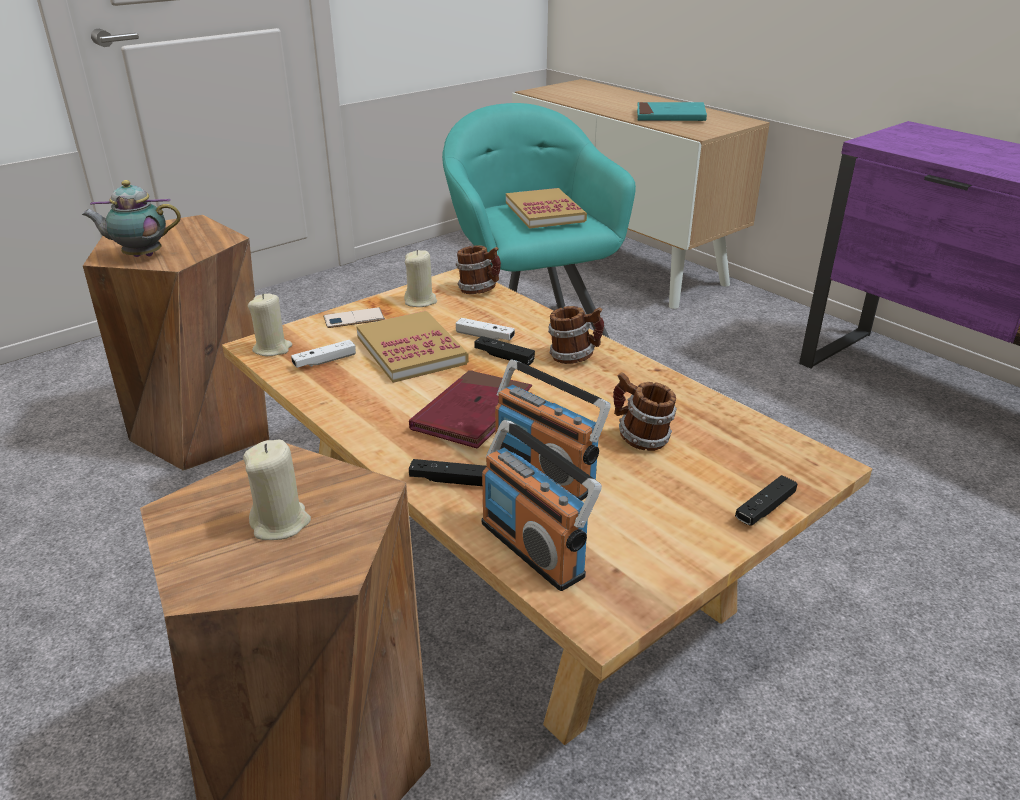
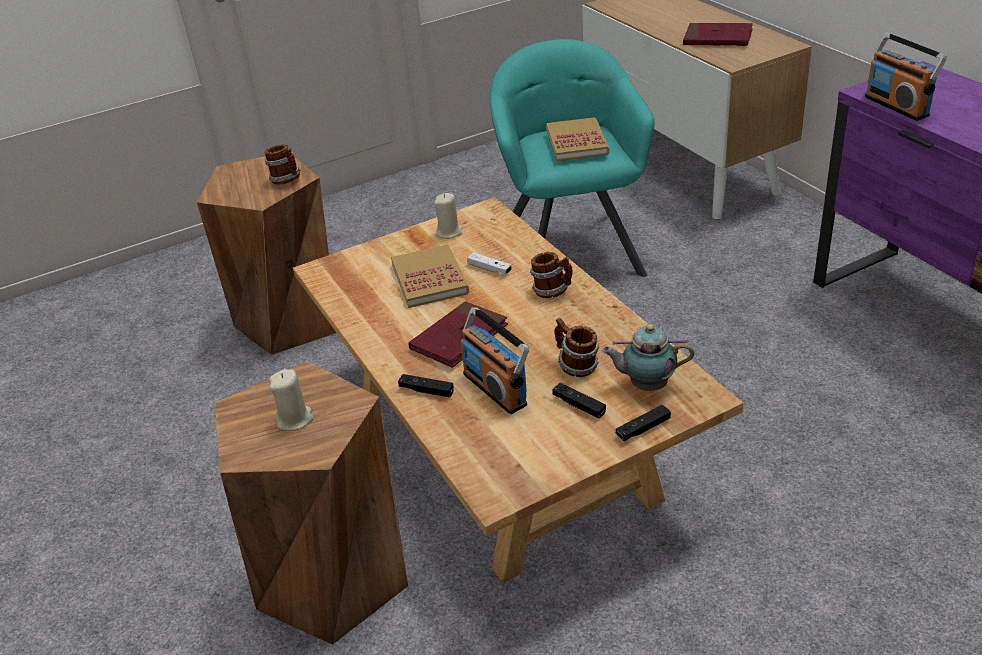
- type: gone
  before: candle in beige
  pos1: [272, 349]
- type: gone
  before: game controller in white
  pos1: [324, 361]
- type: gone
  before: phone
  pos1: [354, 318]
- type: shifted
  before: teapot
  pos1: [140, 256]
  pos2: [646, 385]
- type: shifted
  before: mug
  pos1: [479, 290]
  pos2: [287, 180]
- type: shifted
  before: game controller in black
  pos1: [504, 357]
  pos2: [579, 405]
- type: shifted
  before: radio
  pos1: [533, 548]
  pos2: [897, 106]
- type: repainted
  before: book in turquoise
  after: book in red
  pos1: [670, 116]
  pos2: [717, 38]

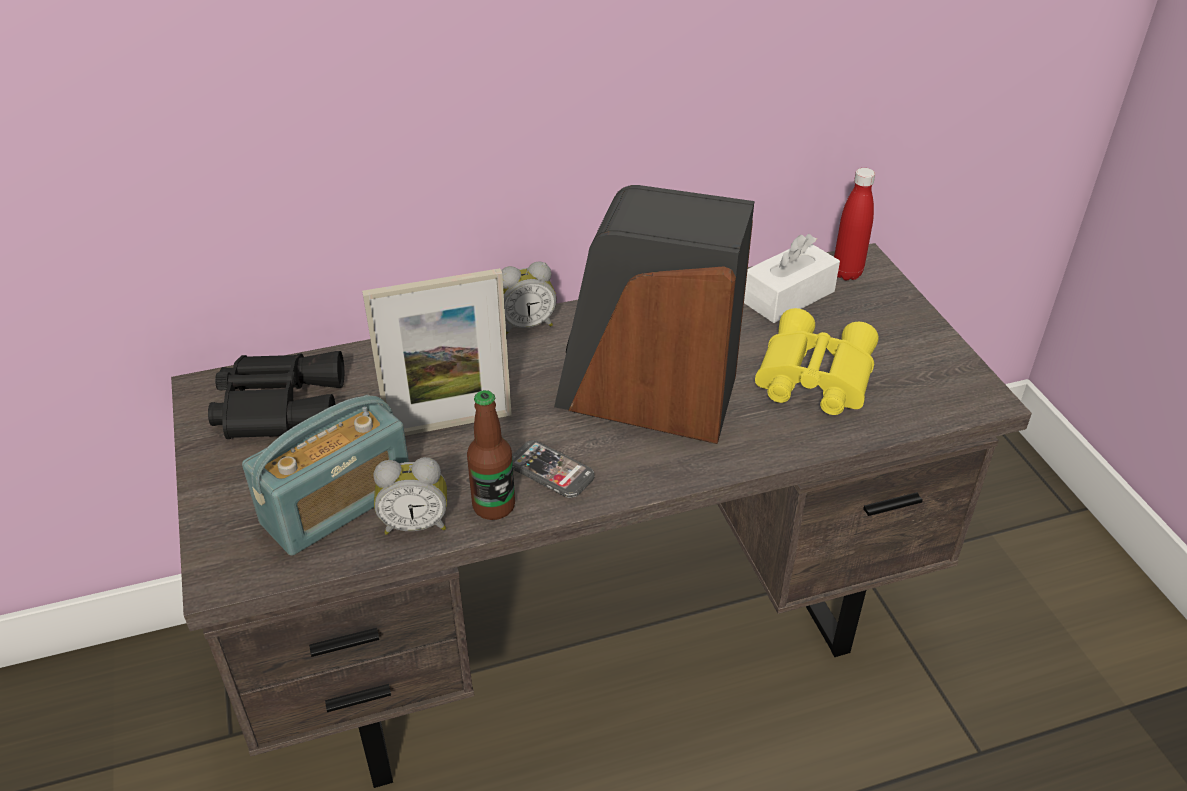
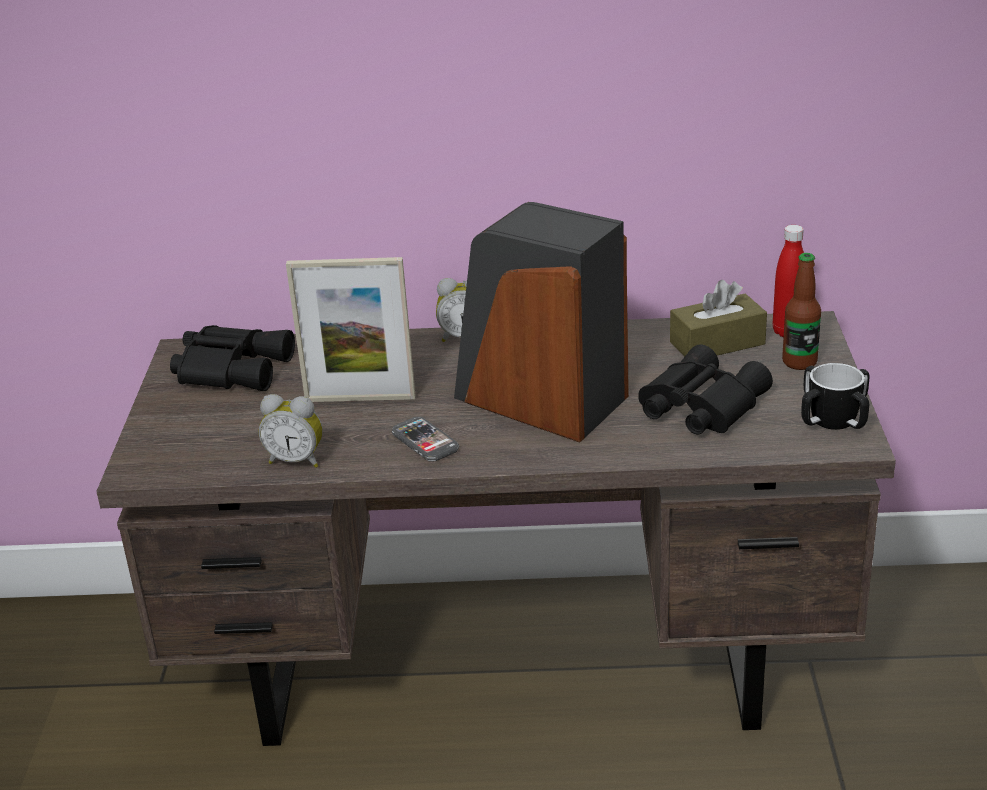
- type: gone
  before: radio
  pos1: [337, 504]
- type: new
  after: mug
  pos2: [833, 420]
- type: shifted
  before: bottle
  pos1: [493, 506]
  pos2: [799, 362]
- type: repainted
  before: tissue box in white
  after: tissue box in brown
  pos1: [788, 296]
  pos2: [717, 343]
- type: repainted
  before: binoculars in yellow
  after: binoculars in black
  pos1: [811, 377]
  pos2: [698, 406]

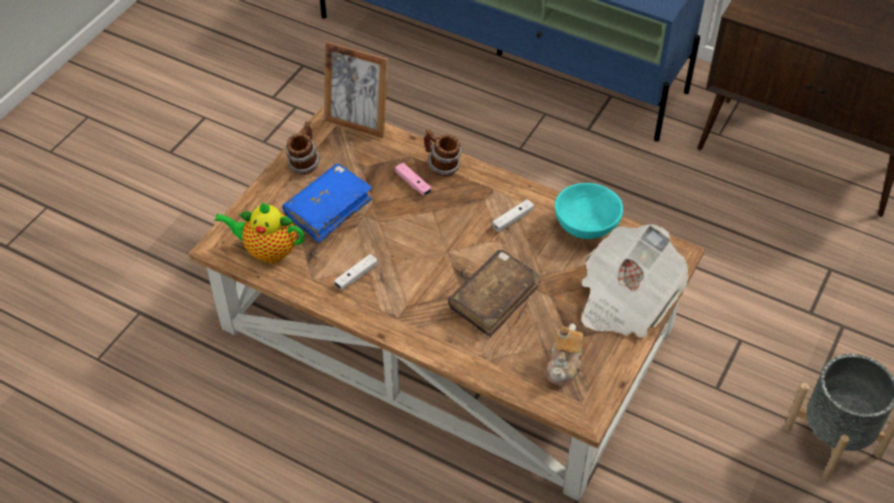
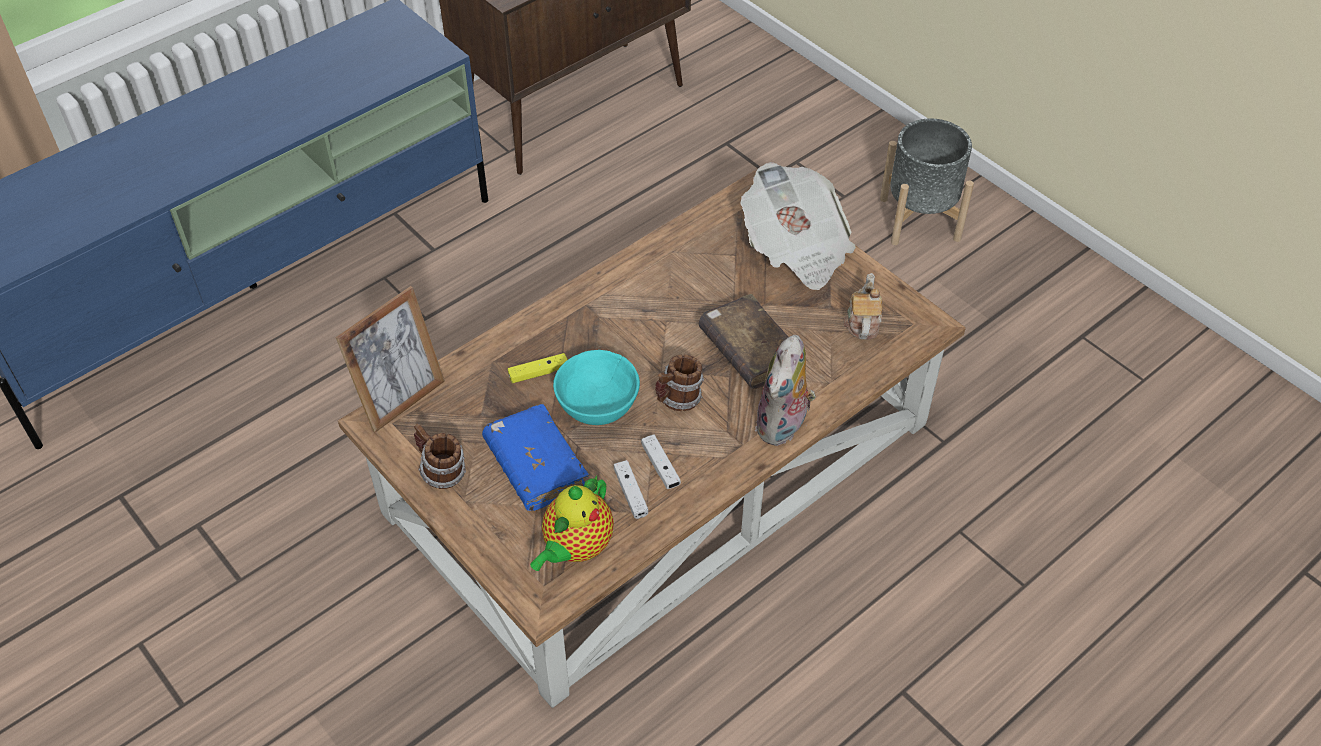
- type: new
  after: plush toy
  pos2: [783, 427]
- type: shifted
  before: mug
  pos1: [442, 166]
  pos2: [678, 400]
- type: shifted
  before: game controller in white
  pos1: [513, 219]
  pos2: [631, 493]
- type: shifted
  before: bowl in turquoise
  pos1: [585, 226]
  pos2: [596, 407]
- type: repainted
  before: game controller in pink
  after: game controller in yellow
  pos1: [413, 183]
  pos2: [538, 373]
- type: rotated
  before: teapot
  pos1: [564, 365]
  pos2: [862, 322]
  turn: -120

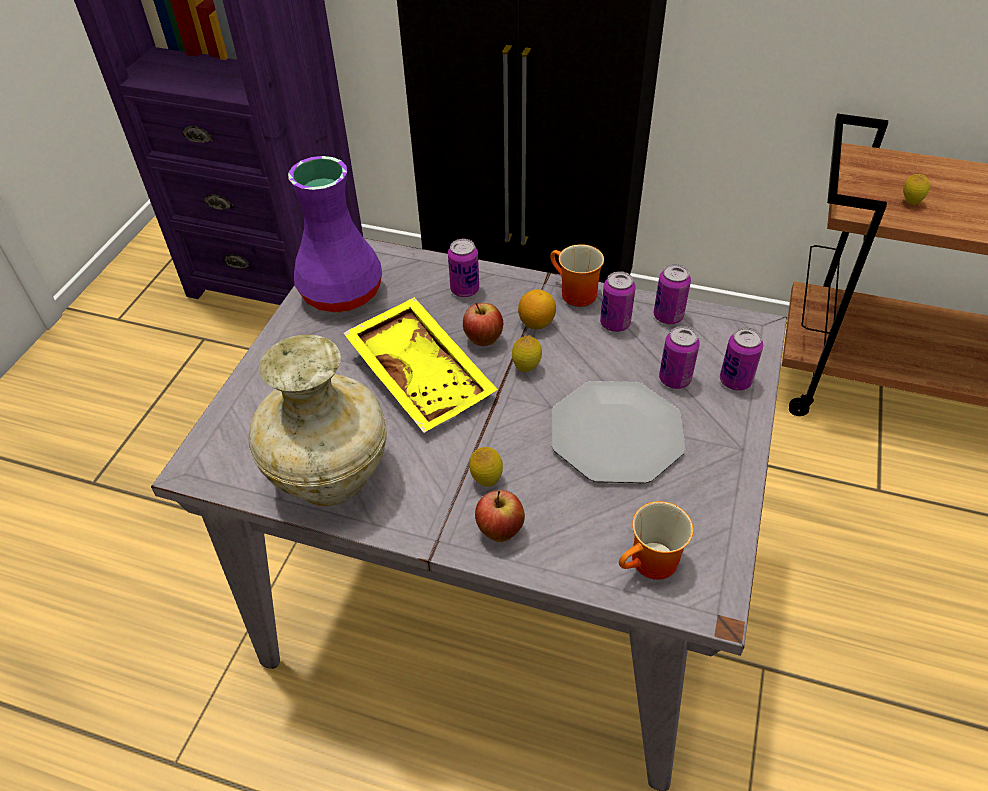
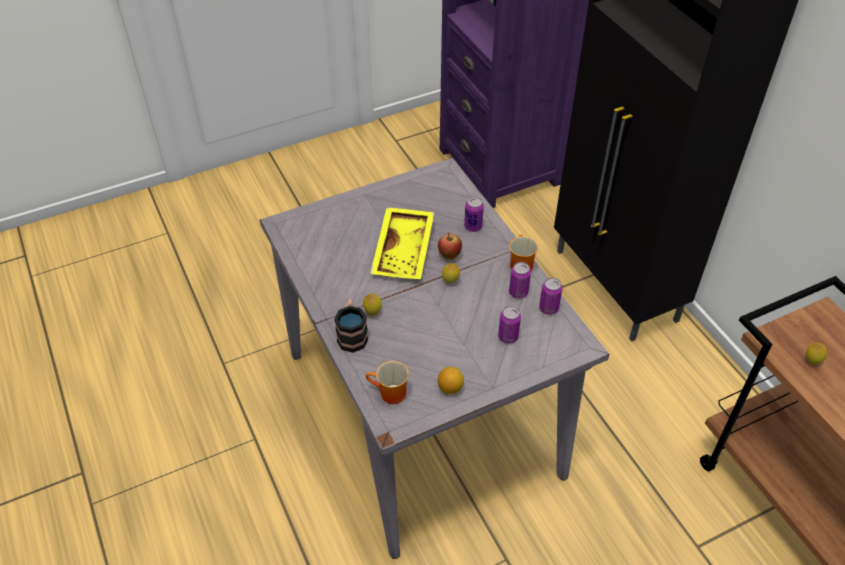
- type: gone
  before: vase in beige
  pos1: [331, 475]
- type: gone
  before: vase in purple
  pos1: [341, 294]
- type: gone
  before: plate
  pos1: [616, 433]
- type: gone
  before: can
  pos1: [735, 381]
- type: shifted
  before: lemon
  pos1: [536, 323]
  pos2: [450, 388]
- type: swapped
  before: apple
  after: mug
  pos1: [499, 531]
  pos2: [352, 334]

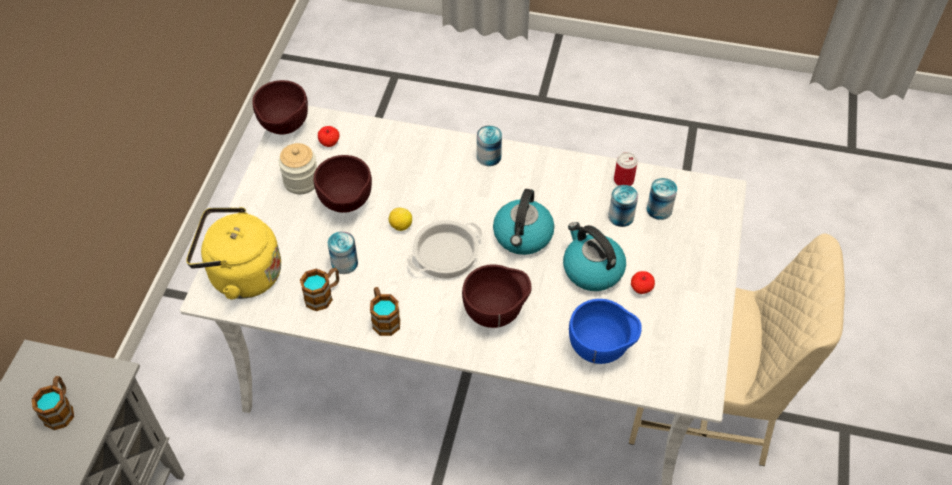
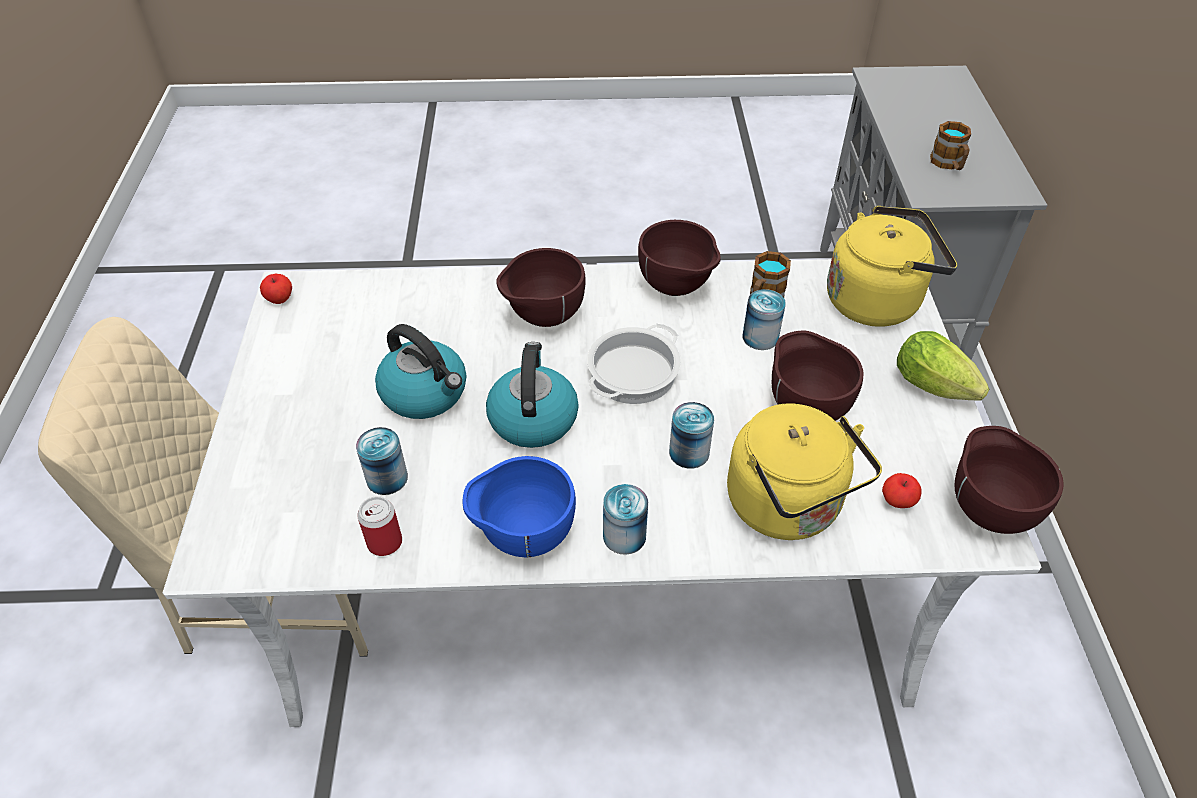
- type: gone
  before: jar
  pos1: [301, 181]
- type: gone
  before: lemon
  pos1: [400, 226]
- type: new
  after: kettle in yellow
  pos2: [788, 507]
- type: new
  after: lettuce
  pos2: [937, 388]
- type: shifted
  before: bowl in blue
  pos1: [601, 350]
  pos2: [523, 537]
- type: shifted
  before: apple
  pos1: [641, 289]
  pos2: [280, 299]
- type: shifted
  before: can
  pos1: [659, 209]
  pos2: [689, 452]
- type: swapped
  before: mug
  after: bowl in brown
  pos1: [384, 318]
  pos2: [677, 290]

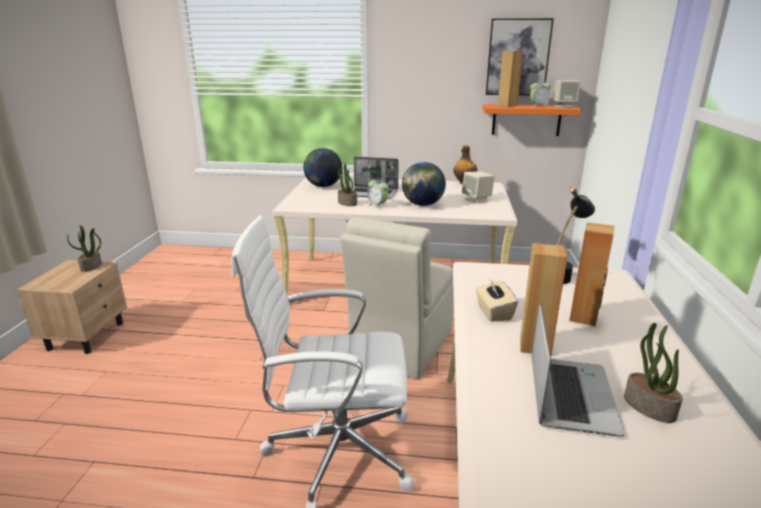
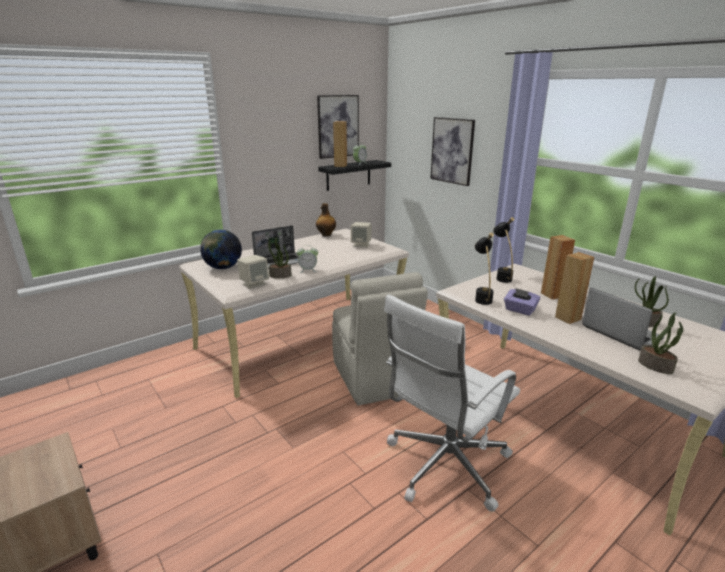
- type: gone
  before: globe
  pos1: [422, 205]
- type: new
  after: picture
  pos2: [452, 151]
- type: new
  after: table lamp in black
  pos2: [482, 297]
- type: shifted
  before: potted plant
  pos1: [91, 267]
  pos2: [656, 366]
- type: shifted
  before: speaker in beige
  pos1: [564, 106]
  pos2: [254, 284]
- type: repainted
  before: tissue box in beige
  after: tissue box in purple
  pos1: [493, 312]
  pos2: [519, 310]
- type: repainted
  before: shelf in orange
  after: shelf in black
  pos1: [526, 120]
  pos2: [348, 175]

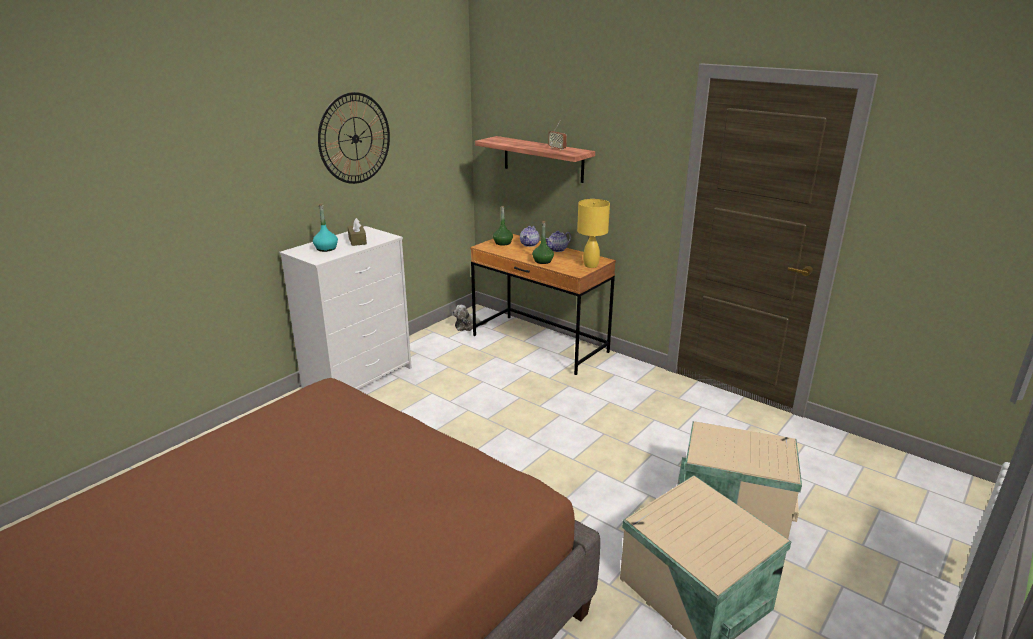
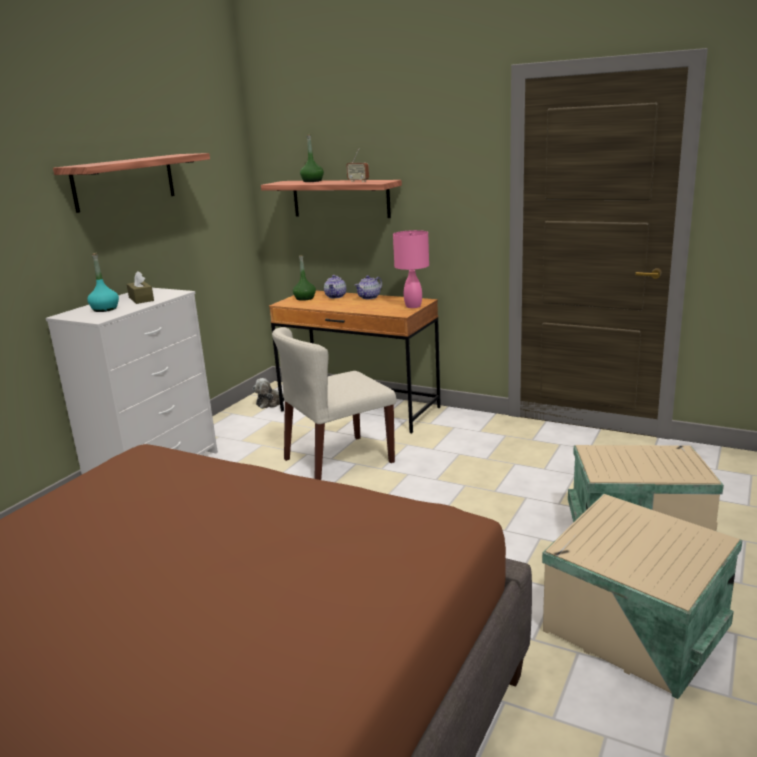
- type: new
  after: chair in beige
  pos2: [338, 461]
- type: shifted
  before: bottle in green
  pos1: [543, 261]
  pos2: [312, 181]
- type: swapped
  before: wall clock
  after: shelf
  pos1: [355, 138]
  pos2: [124, 182]
- type: repainted
  before: table lamp in yellow
  after: table lamp in pink
  pos1: [591, 265]
  pos2: [413, 306]

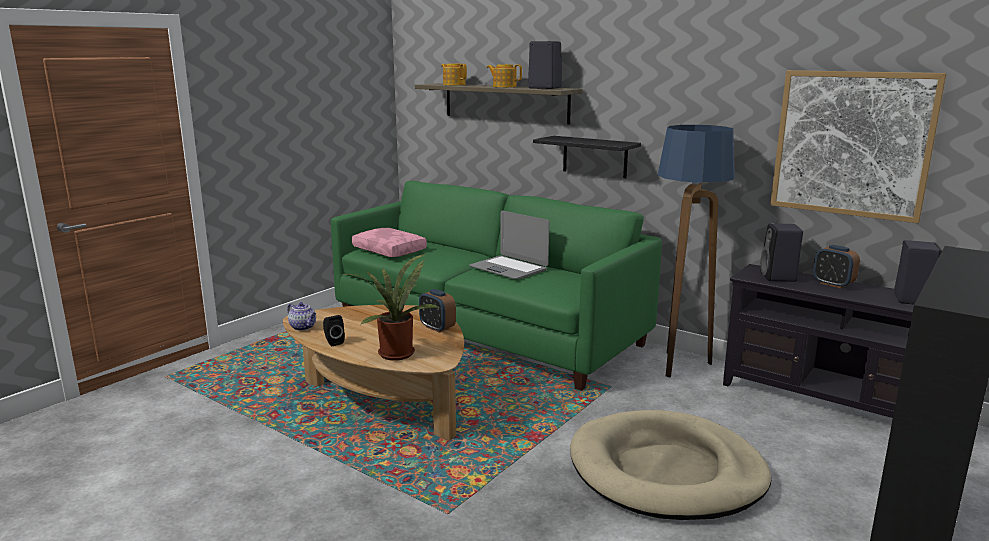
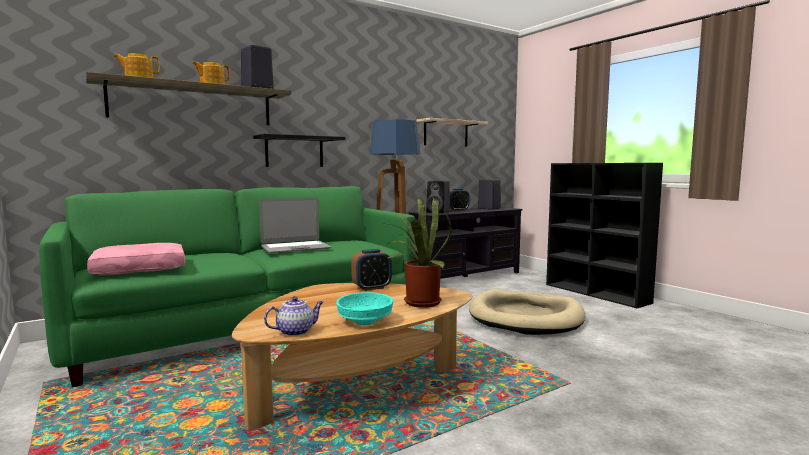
- type: swapped
  before: speaker in black
  after: bowl in turquoise
  pos1: [333, 342]
  pos2: [364, 321]
- type: swapped
  before: picture
  after: shelf
  pos1: [852, 144]
  pos2: [446, 133]

